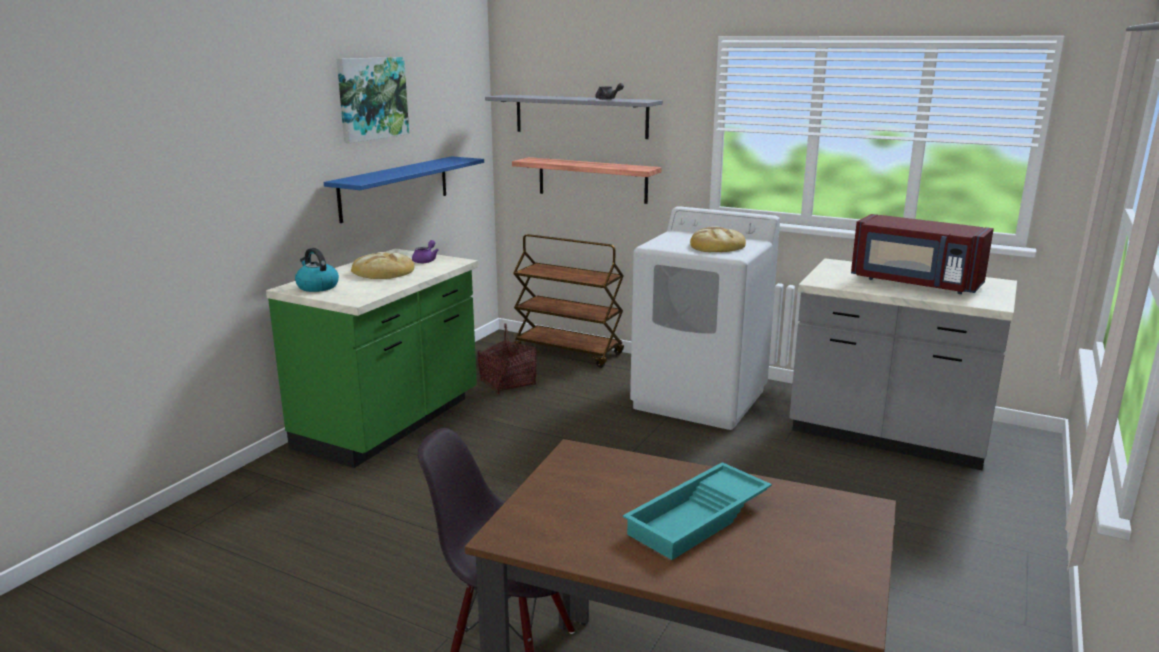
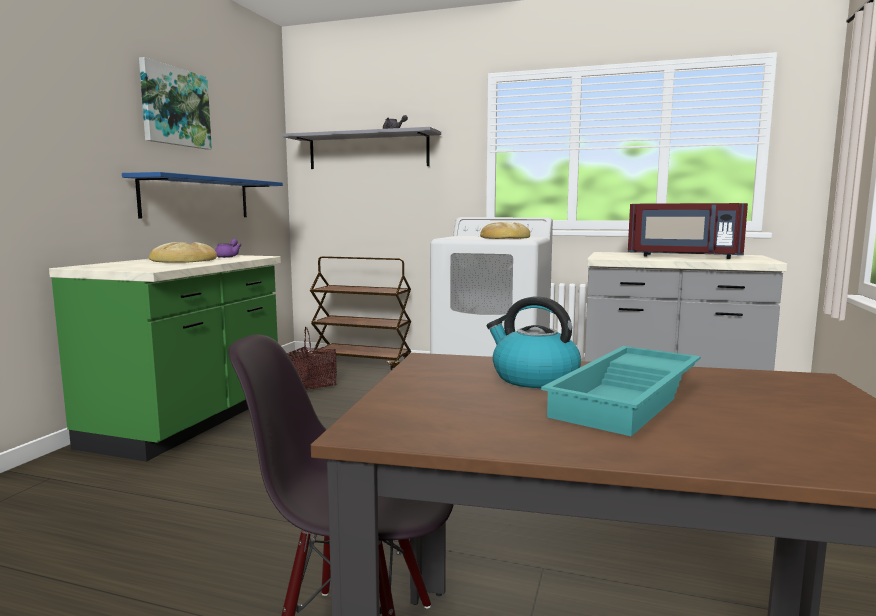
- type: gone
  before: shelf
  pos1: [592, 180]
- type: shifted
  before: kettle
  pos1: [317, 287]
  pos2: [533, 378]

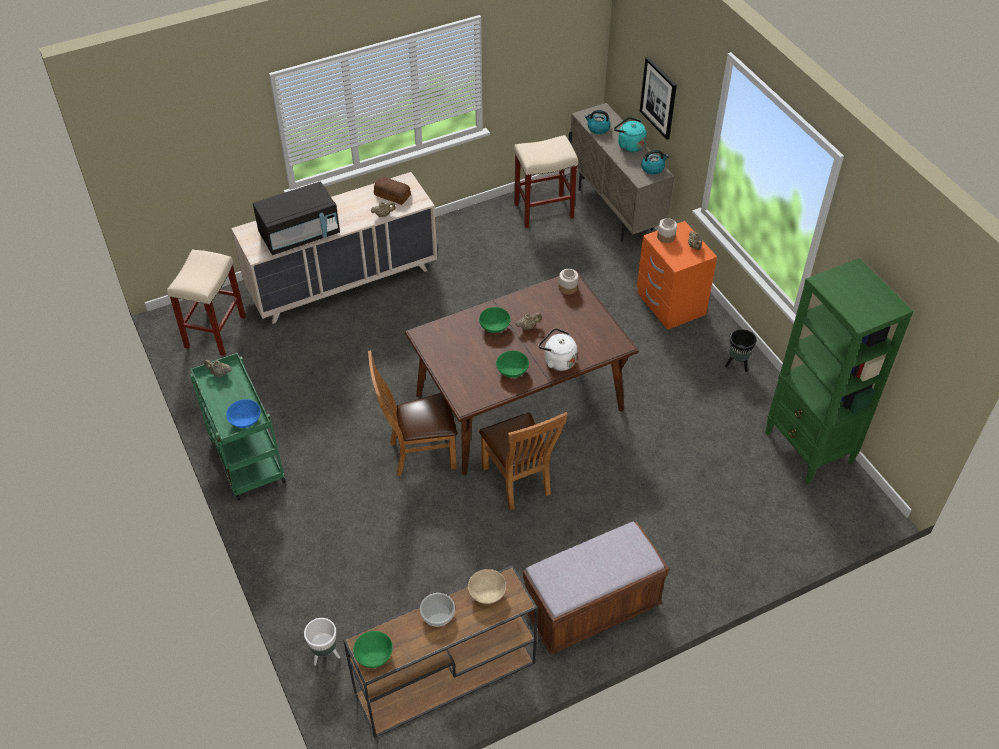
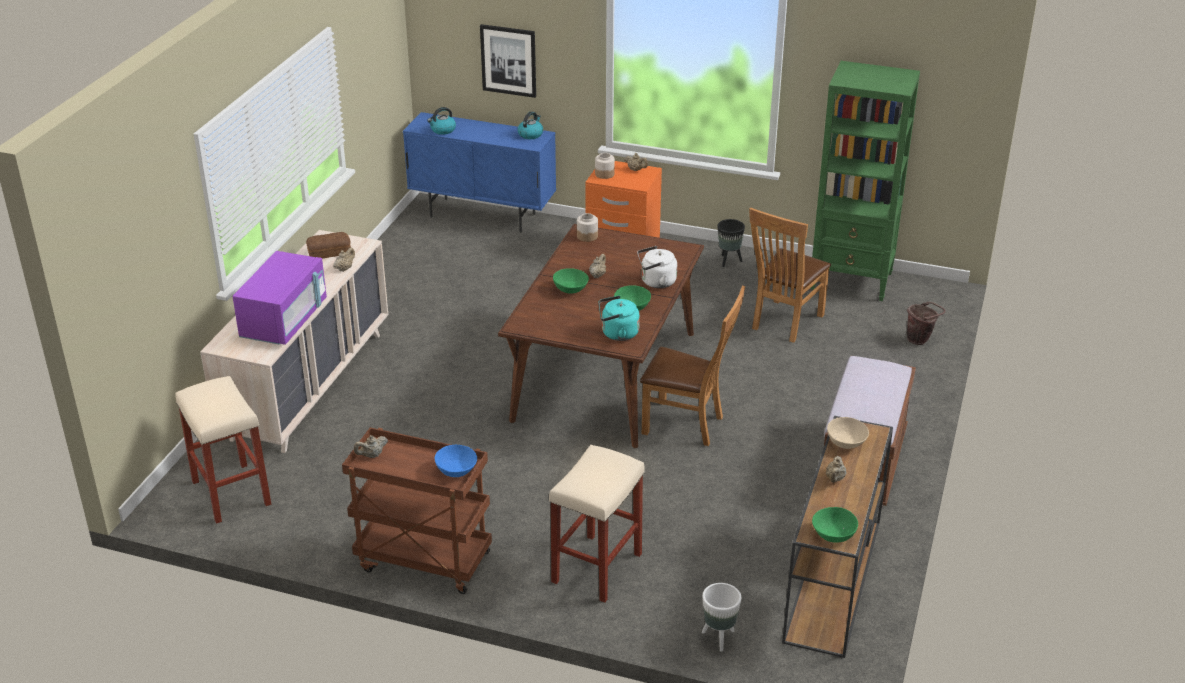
- type: new
  after: bucket in brown
  pos2: [920, 340]
- type: shifted
  before: chair in brown
  pos1: [418, 454]
  pos2: [784, 323]
- type: shifted
  before: stool in beige
  pos1: [544, 210]
  pos2: [597, 567]
- type: shifted
  before: kettle in turquoise
  pos1: [629, 145]
  pos2: [617, 334]
- type: swapped
  before: bowl
  after: teapot in beige
  pos1: [437, 615]
  pos2: [835, 479]
- type: repainted
  before: cart in green
  after: cart in brown
  pos1: [245, 459]
  pos2: [422, 562]
- type: repainted
  before: microwave in black
  after: microwave in purple
  pos1: [300, 235]
  pos2: [284, 321]
- type: repainted
  before: cabinet in beige
  after: cabinet in blue
  pos1: [615, 210]
  pos2: [483, 215]

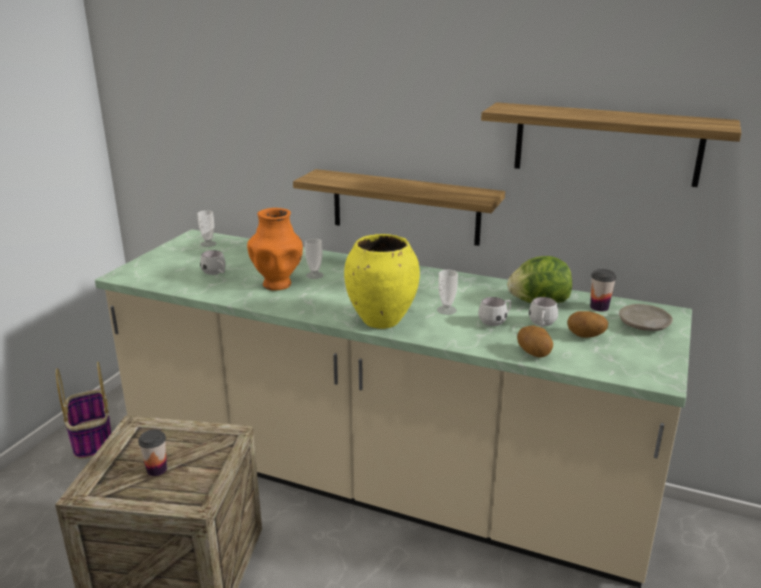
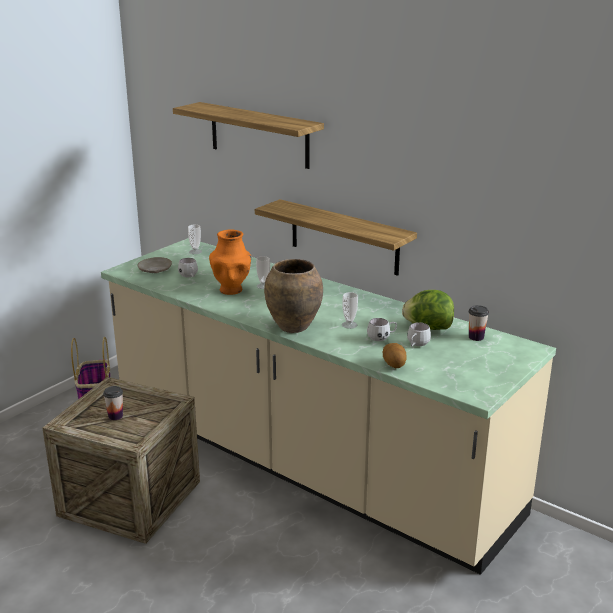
- type: gone
  before: potato
  pos1: [585, 336]
- type: shifted
  before: shelf
  pos1: [606, 144]
  pos2: [259, 135]
- type: shifted
  before: plate in beige
  pos1: [643, 325]
  pos2: [154, 270]
- type: repainted
  before: vase in yellow
  after: vase in brown
  pos1: [380, 321]
  pos2: [293, 327]

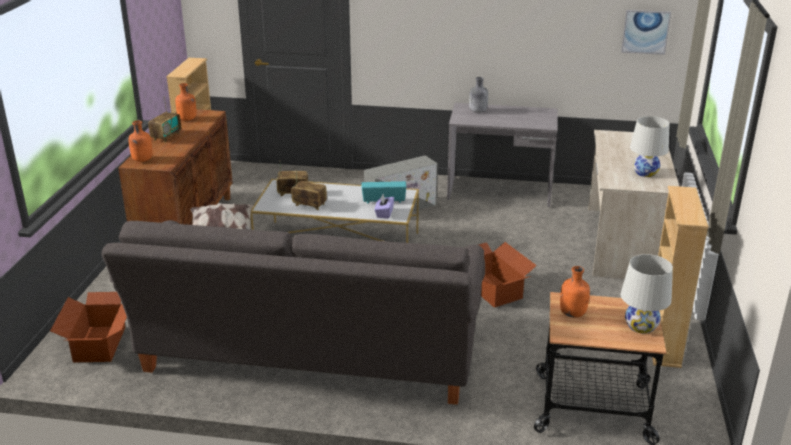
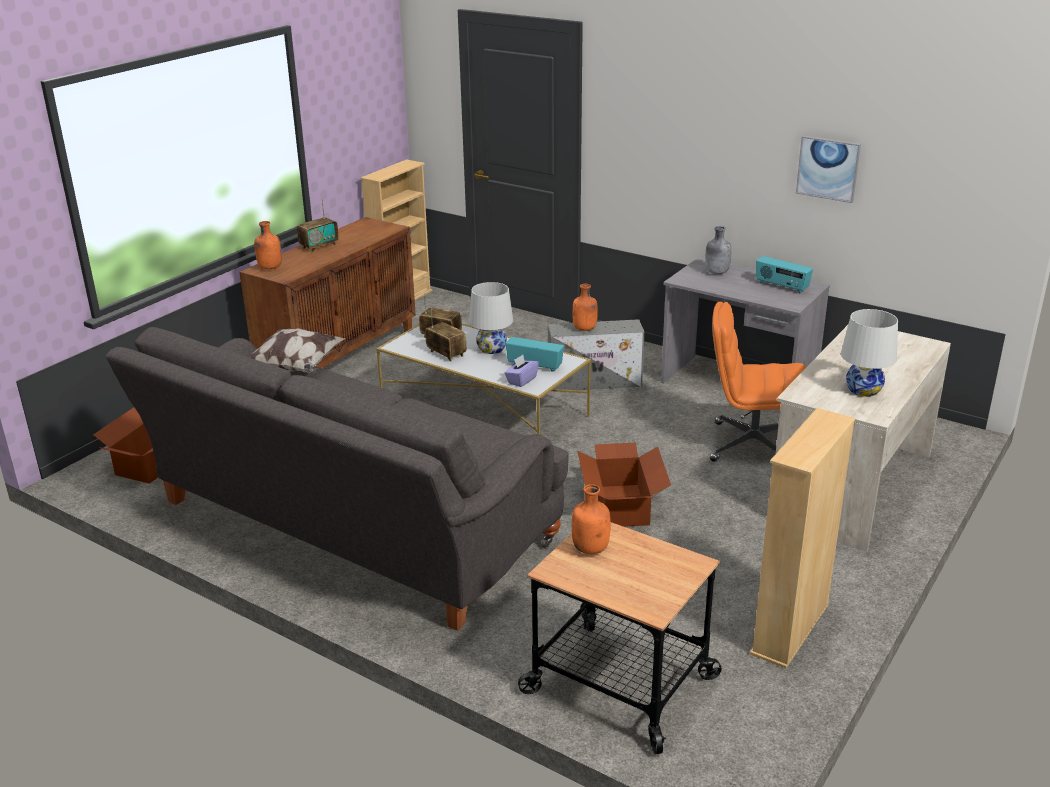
- type: new
  after: office chair in orange
  pos2: [751, 445]
- type: new
  after: radio
  pos2: [781, 286]
- type: shifted
  before: bottle in orange
  pos1: [187, 119]
  pos2: [585, 329]
- type: shifted
  before: picture
  pos1: [645, 31]
  pos2: [828, 168]
- type: shifted
  before: table lamp in white
  pos1: [641, 326]
  pos2: [491, 349]

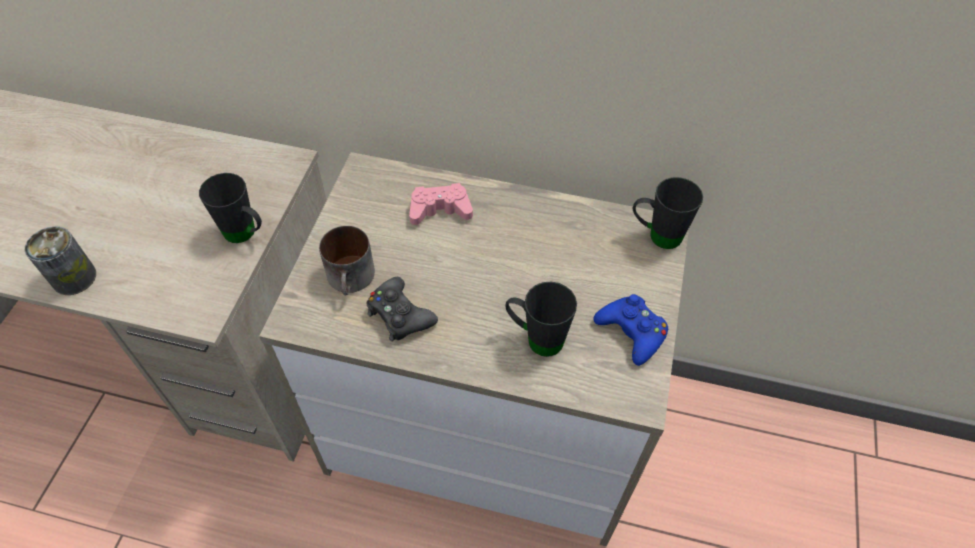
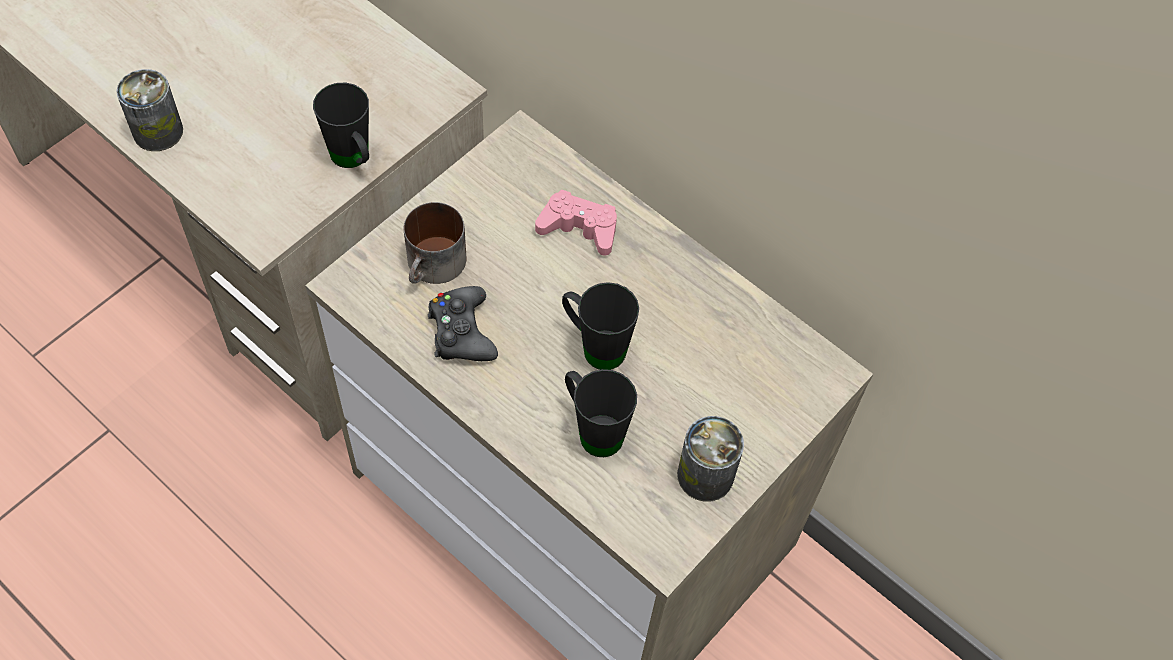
- type: shifted
  before: mug in black
  pos1: [656, 235]
  pos2: [594, 345]
- type: swapped
  before: game controller in blue
  after: can
  pos1: [632, 332]
  pos2: [705, 475]

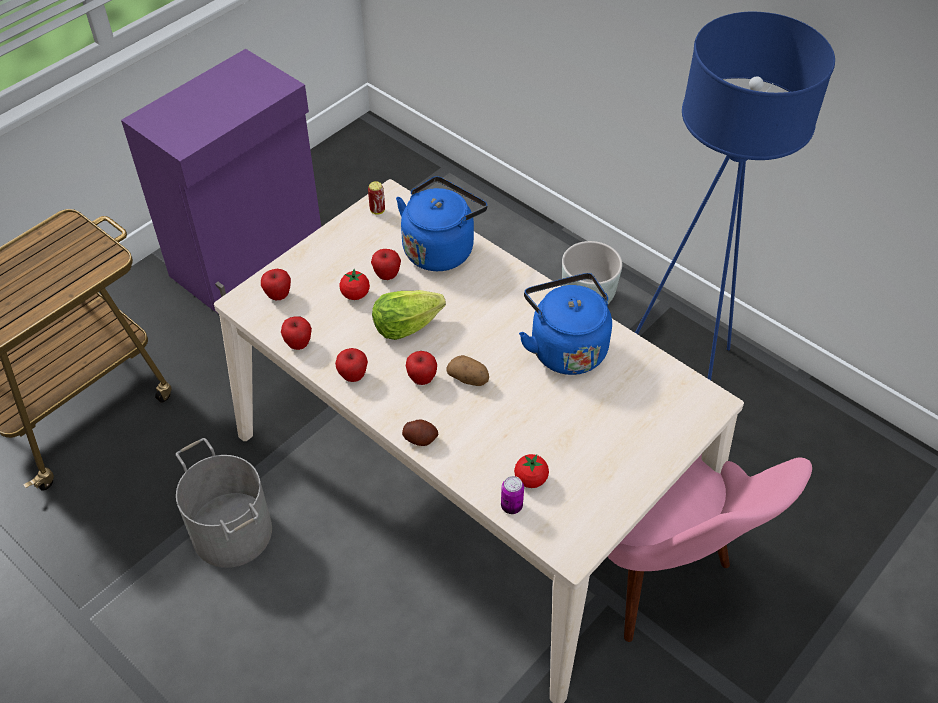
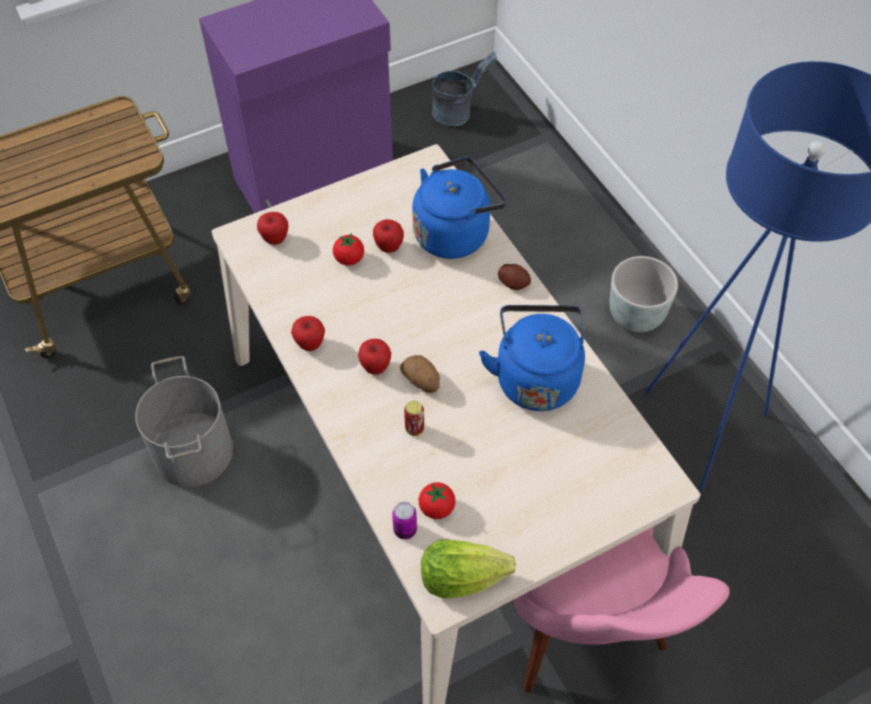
- type: gone
  before: apple
  pos1: [298, 344]
- type: new
  after: bucket in grey
  pos2: [458, 112]
- type: shifted
  before: can
  pos1: [377, 210]
  pos2: [414, 429]
- type: shifted
  before: lettuce
  pos1: [405, 326]
  pos2: [461, 577]
- type: shifted
  before: potato
  pos1: [420, 438]
  pos2: [513, 283]

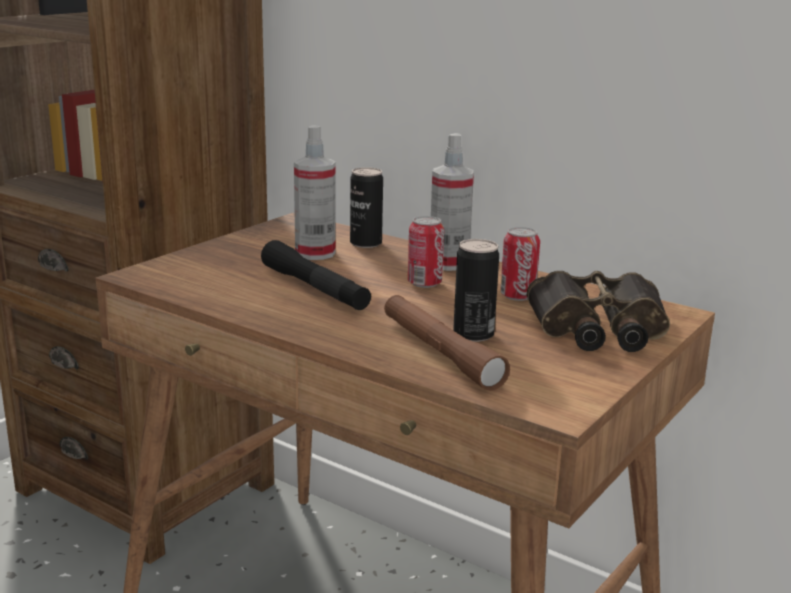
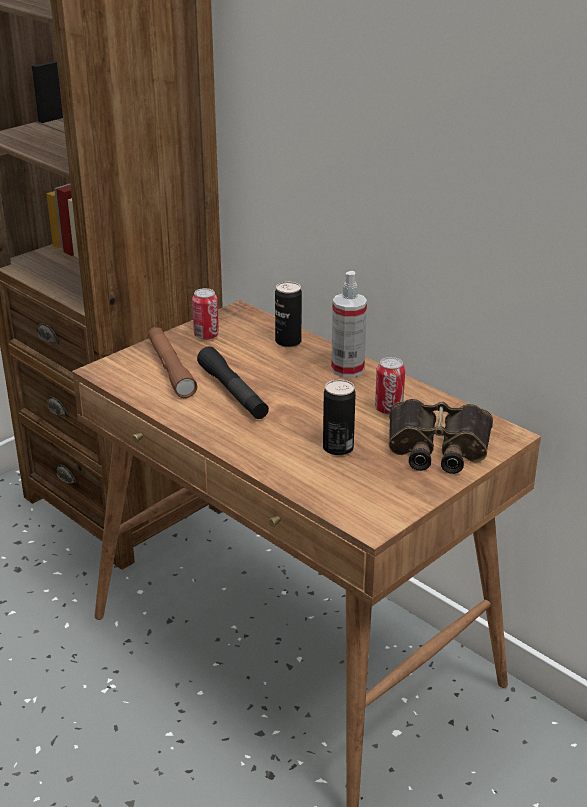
- type: gone
  before: spray bottle
  pos1: [315, 253]
- type: shifted
  before: flashlight in brown
  pos1: [440, 353]
  pos2: [170, 369]
- type: shifted
  before: can
  pos1: [424, 283]
  pos2: [206, 336]

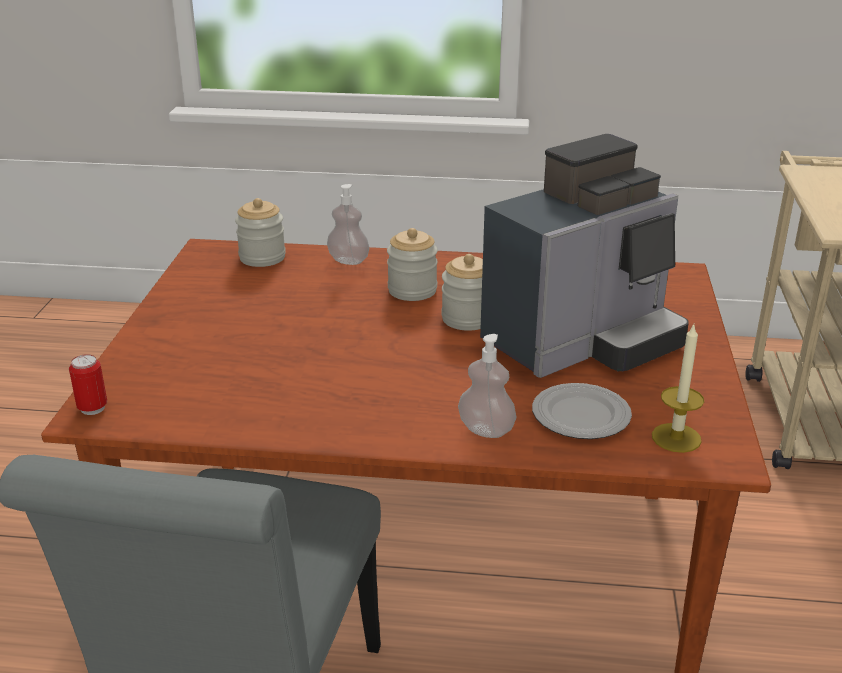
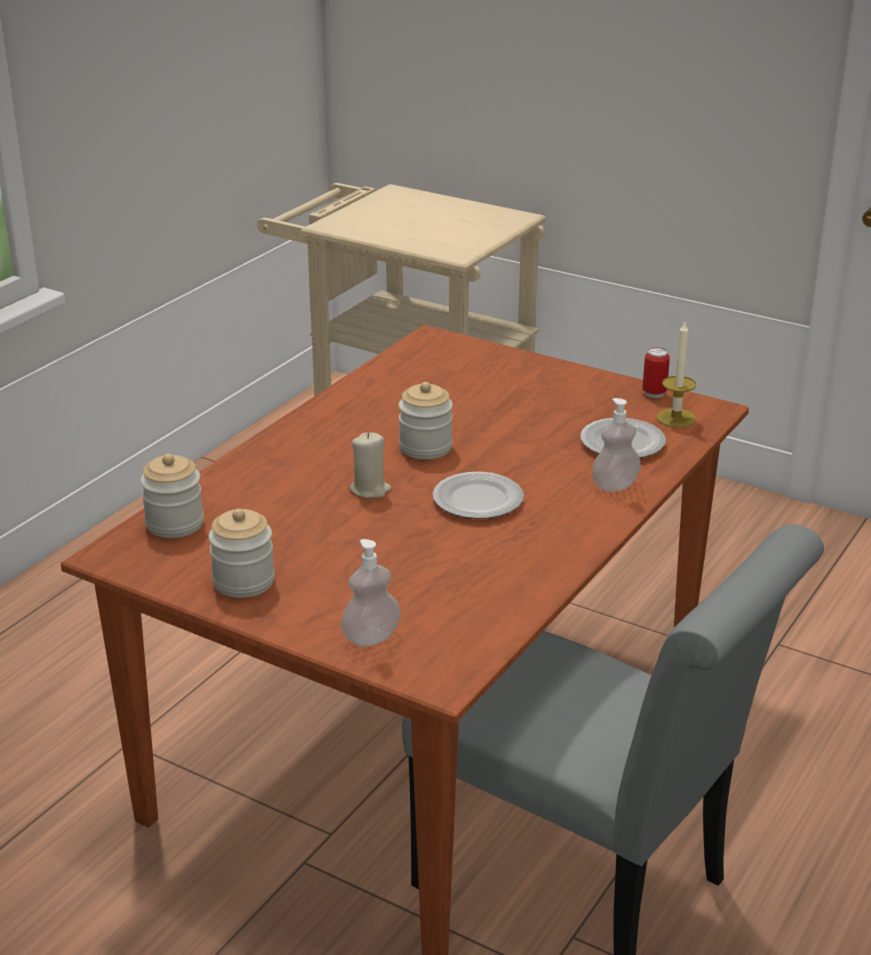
- type: gone
  before: coffee machine
  pos1: [583, 341]
- type: new
  after: candle in beige
  pos2: [370, 489]
- type: new
  after: plate
  pos2: [477, 500]
- type: shifted
  before: can
  pos1: [92, 408]
  pos2: [654, 393]
- type: shifted
  before: soap dispenser
  pos1: [348, 260]
  pos2: [371, 637]
- type: shifted
  before: jar
  pos1: [412, 290]
  pos2: [243, 581]

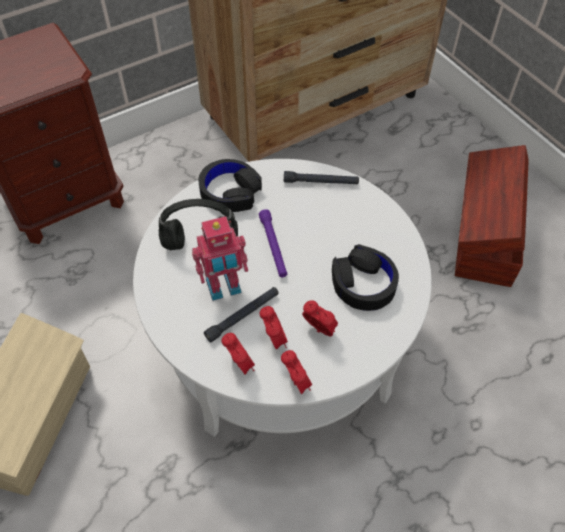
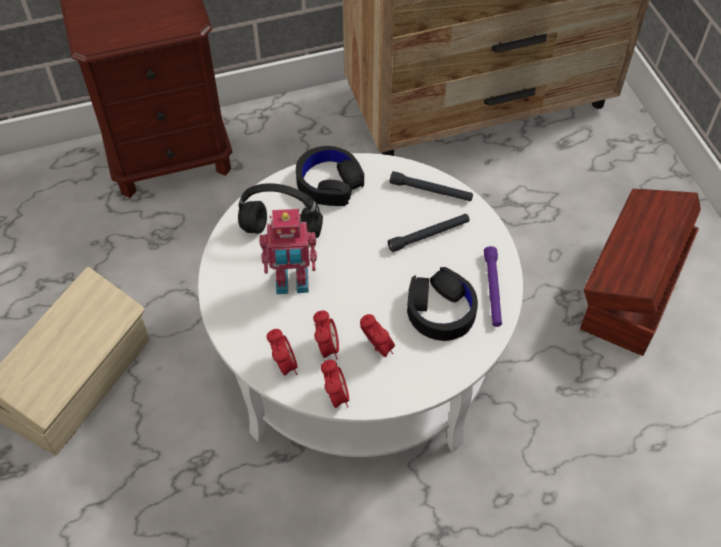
- type: shifted
  before: flashlight in black
  pos1: [243, 316]
  pos2: [429, 235]
- type: shifted
  before: flashlight in purple
  pos1: [273, 247]
  pos2: [492, 290]

